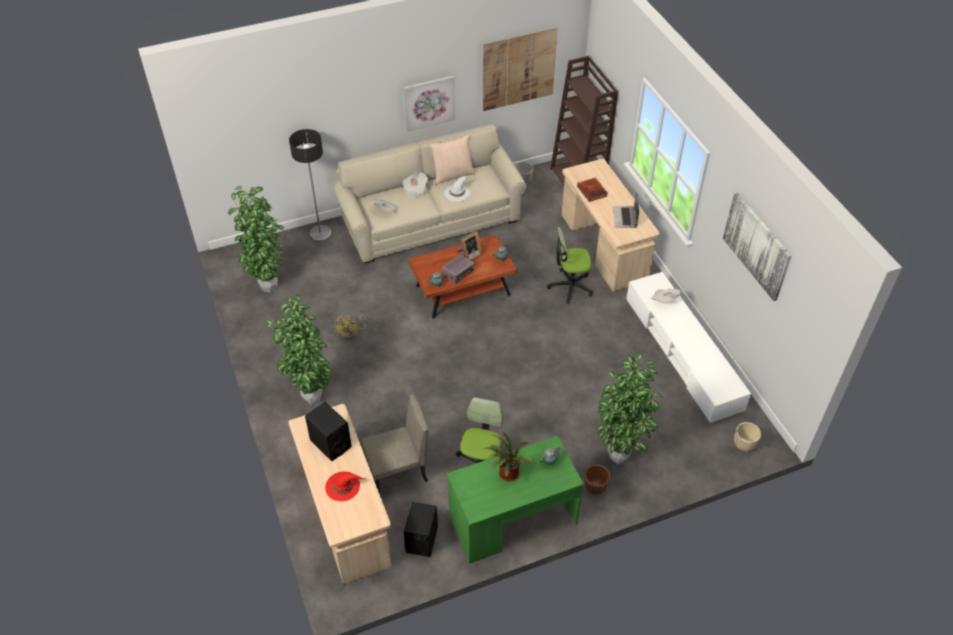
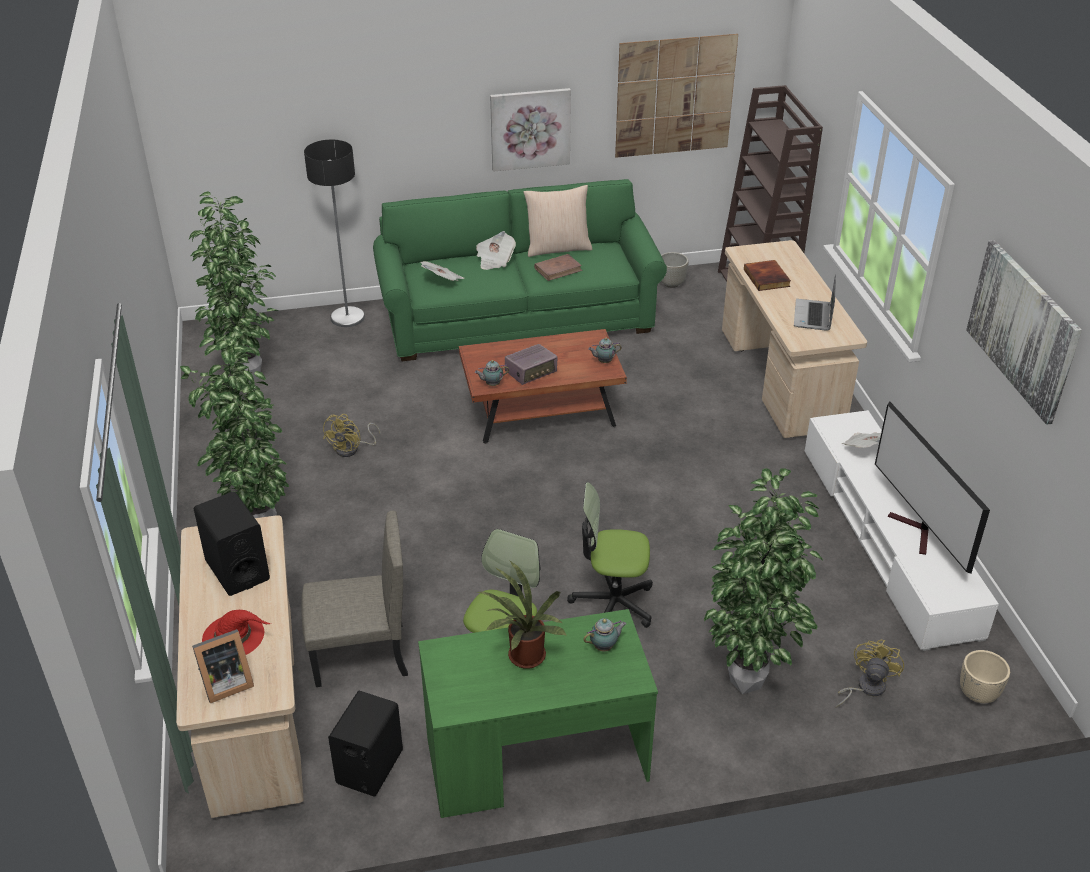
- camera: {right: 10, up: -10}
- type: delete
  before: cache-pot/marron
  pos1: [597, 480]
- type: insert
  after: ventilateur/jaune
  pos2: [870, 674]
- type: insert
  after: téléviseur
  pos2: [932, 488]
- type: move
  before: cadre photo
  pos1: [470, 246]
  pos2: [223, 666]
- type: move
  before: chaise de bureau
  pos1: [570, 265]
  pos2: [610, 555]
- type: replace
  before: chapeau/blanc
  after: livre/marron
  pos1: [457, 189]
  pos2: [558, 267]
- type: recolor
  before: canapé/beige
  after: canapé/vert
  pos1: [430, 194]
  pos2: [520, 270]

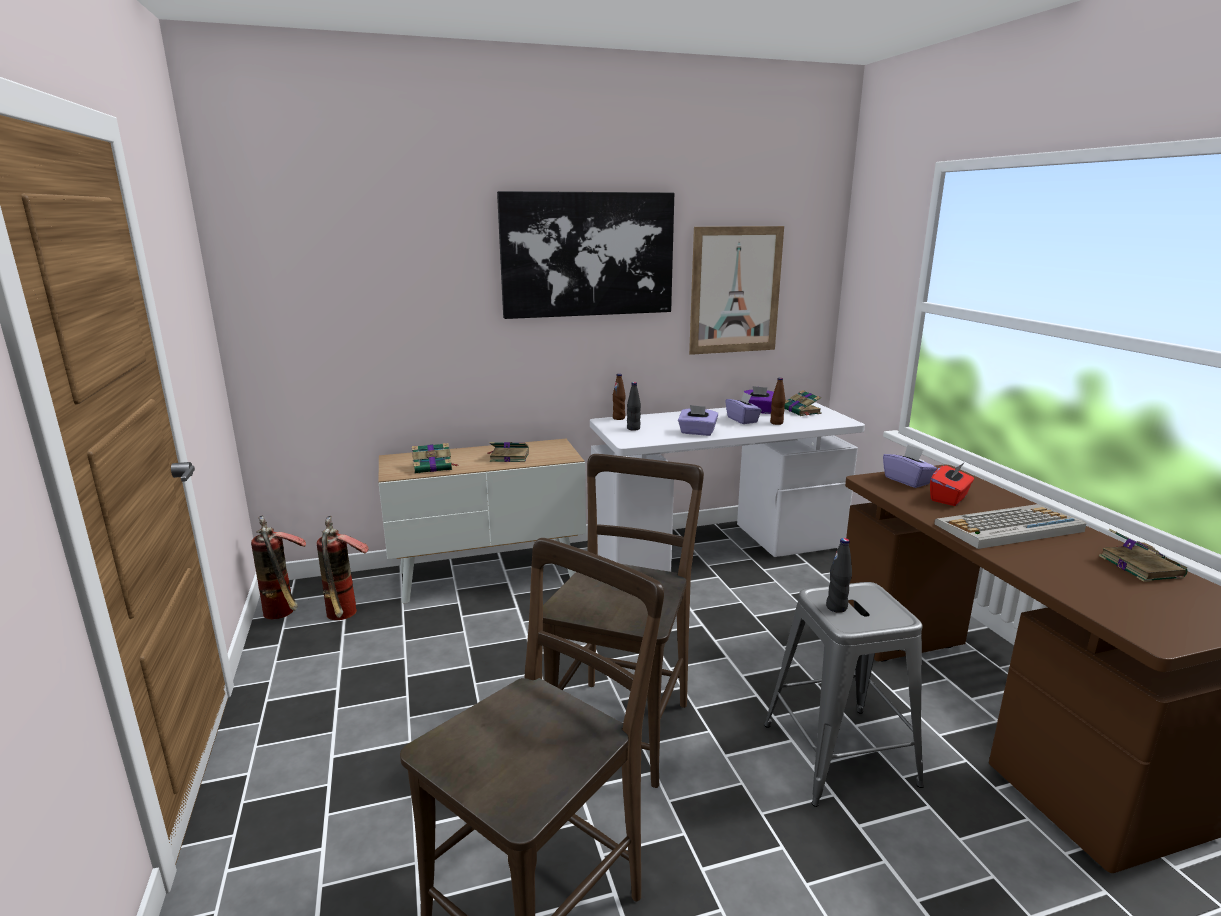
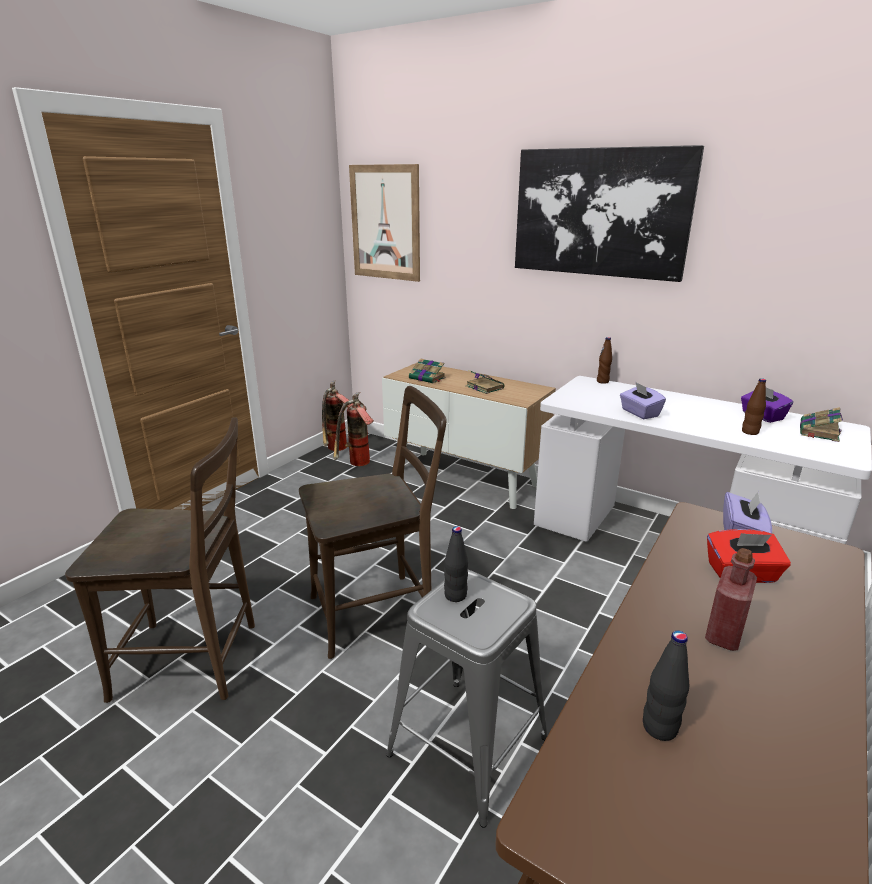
- camera: {right: 50, up: 5}
- type: delete
  before: boîte à mouchoirs/violet
  pos1: [743, 408]
- type: delete
  before: livre
  pos1: [1143, 555]
- type: move
  before: bouteille/noir
  pos1: [634, 406]
  pos2: [666, 685]
- type: move
  before: tableau
  pos1: [736, 290]
  pos2: [384, 223]
- type: replace
  before: clavier
  after: bouteille/rouge
  pos1: [1010, 526]
  pos2: [731, 599]

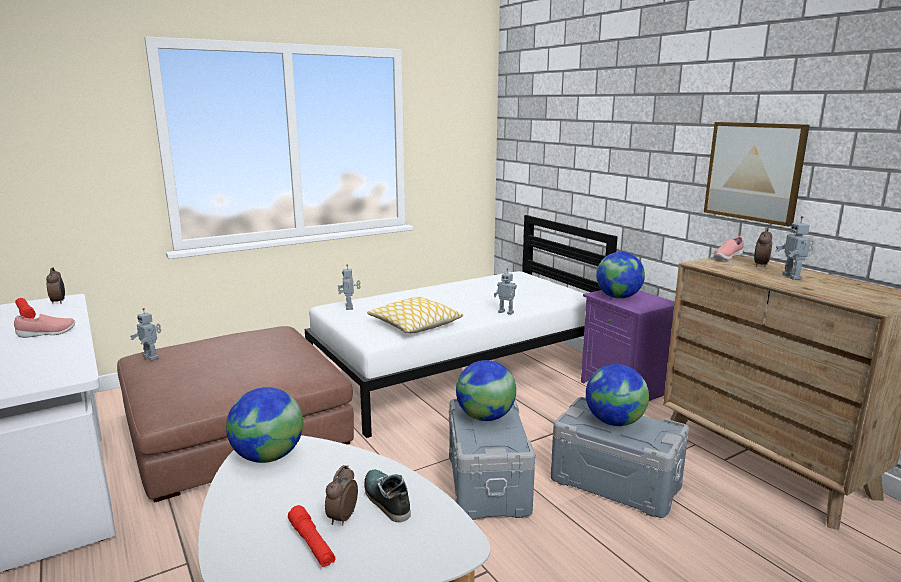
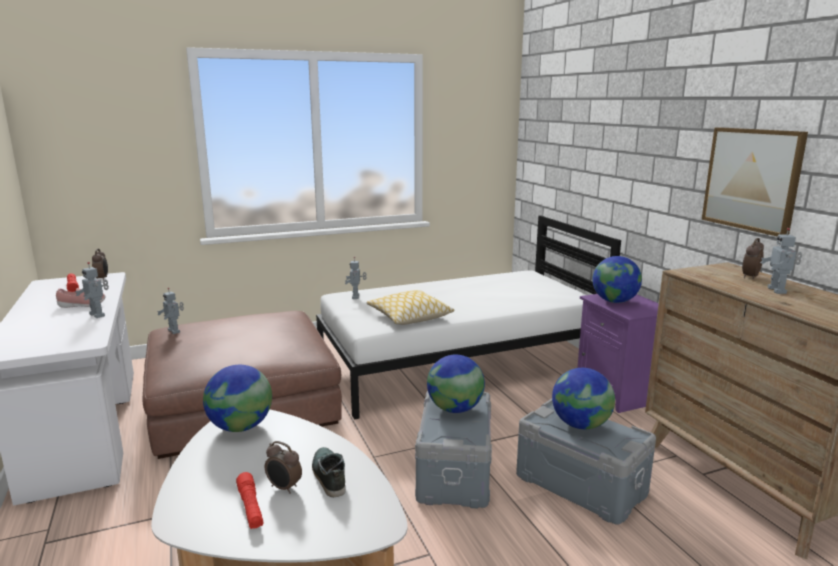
- camera: {right: 10, up: 0}
- type: delete
  before: chaussure/rose
  pos1: [728, 248]
- type: move
  before: robot jouet
  pos1: [505, 292]
  pos2: [92, 290]
- type: rotate
  before: réveil
  pos1: [341, 495]
  pos2: [283, 467]
  turn: -90

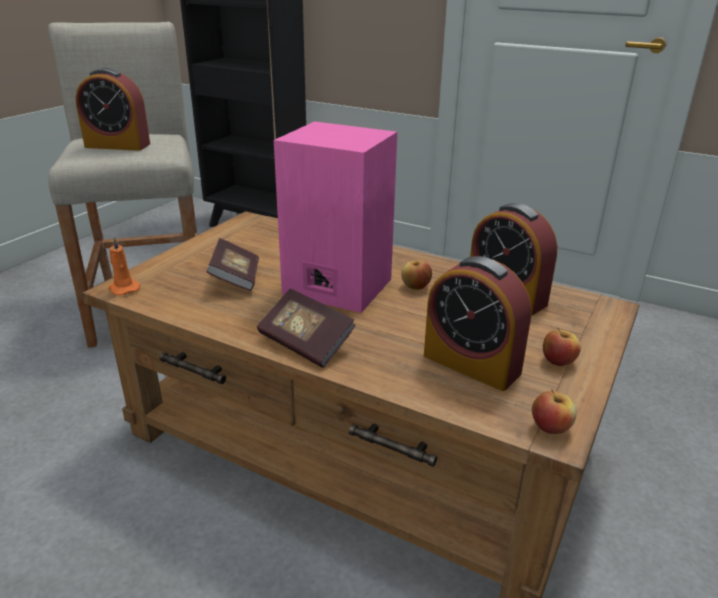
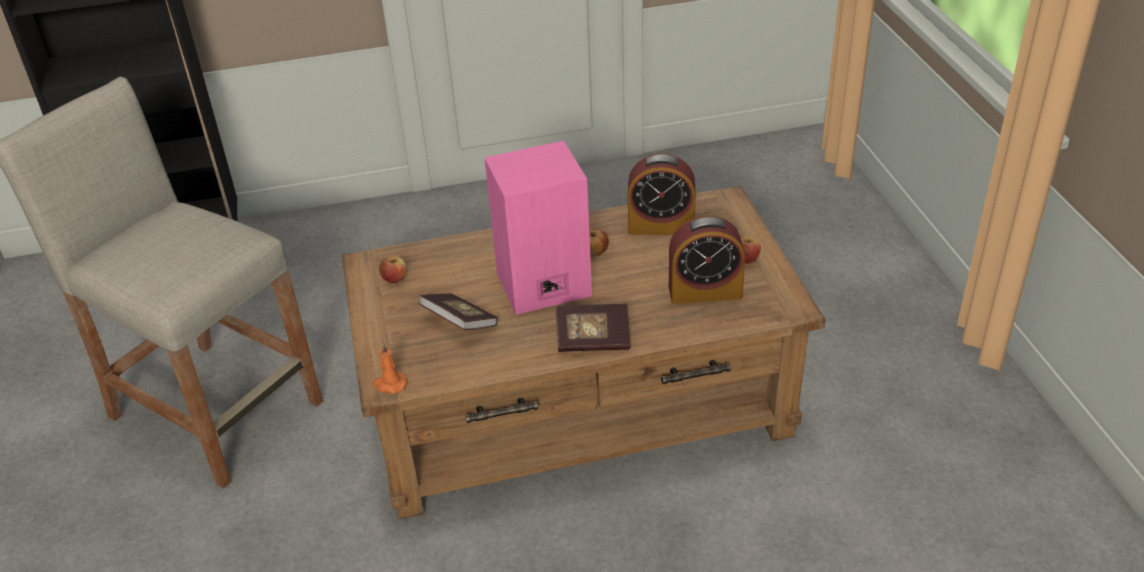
- camera: {right: -40, up: 10}
- type: delete
  before: réveil
  pos1: [112, 109]
- type: move
  before: pomme
  pos1: [554, 412]
  pos2: [393, 269]

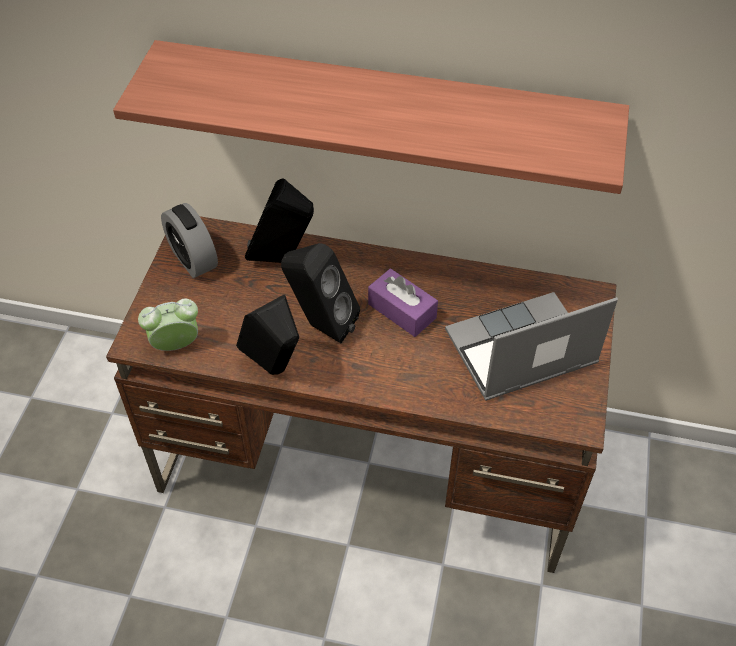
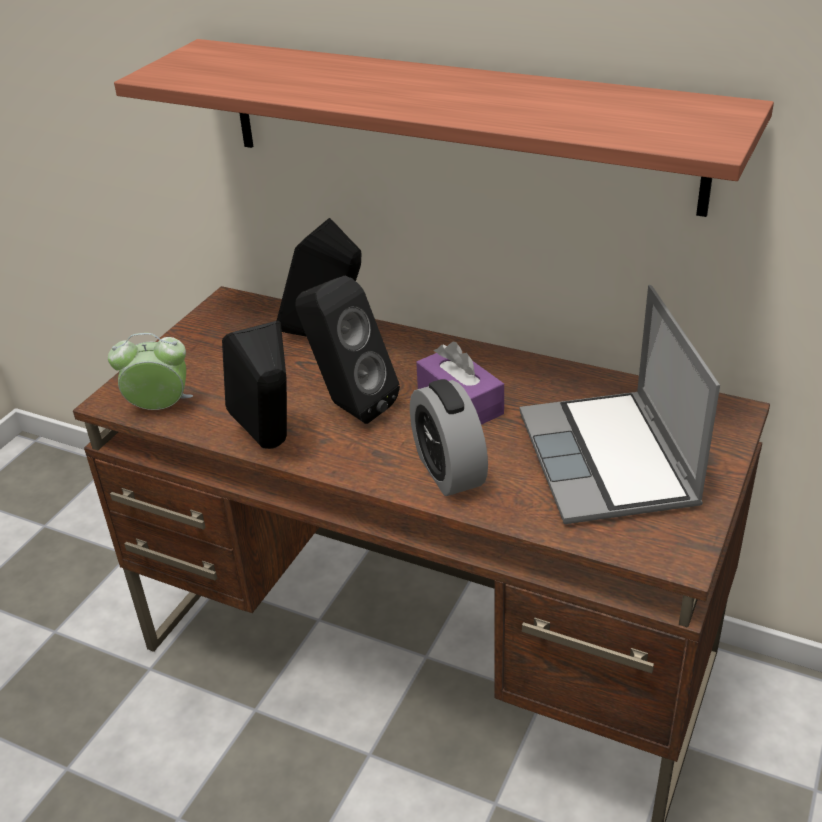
- camera: {right: 15, up: -15}
- type: move
  before: réveil
  pos1: [189, 240]
  pos2: [449, 437]
- type: rotate
  before: ordinateur portable
  pos1: [531, 346]
  pos2: [620, 404]
  turn: -90

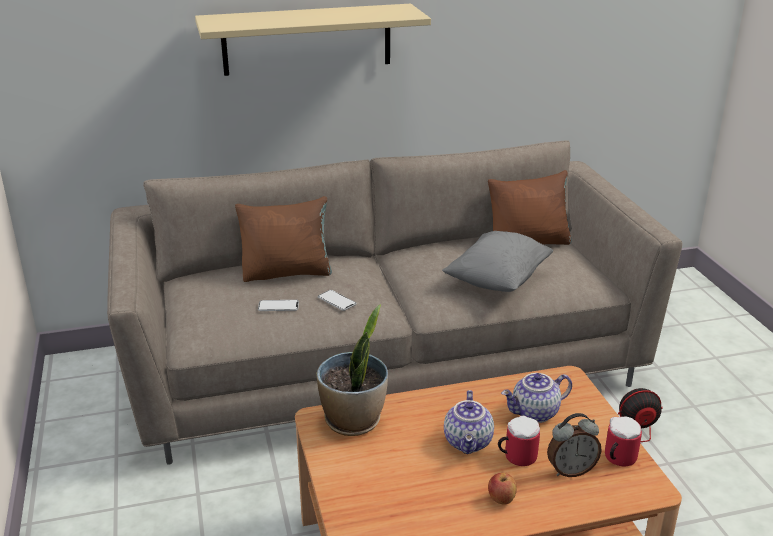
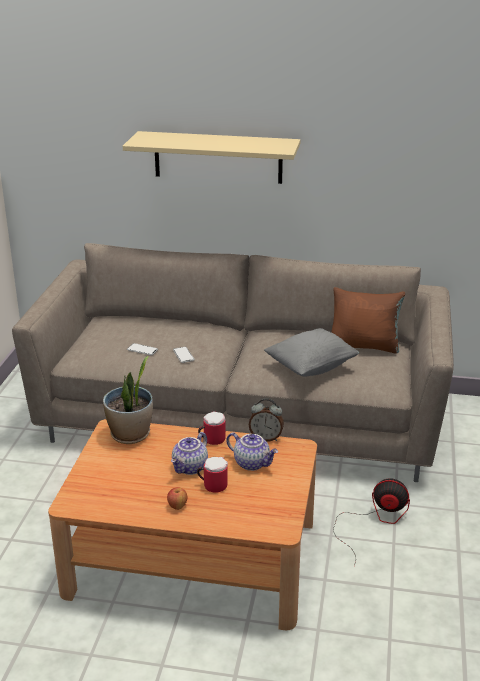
- camera: {right: 25, up: 0}
- type: delete
  before: coussin/marron
  pos1: [283, 239]
- type: move
  before: réveil
  pos1: [574, 445]
  pos2: [266, 419]
- type: move
  before: mug
  pos1: [623, 441]
  pos2: [212, 428]
- type: rotate
  before: théière
  pos1: [536, 398]
  pos2: [252, 452]
  turn: -150

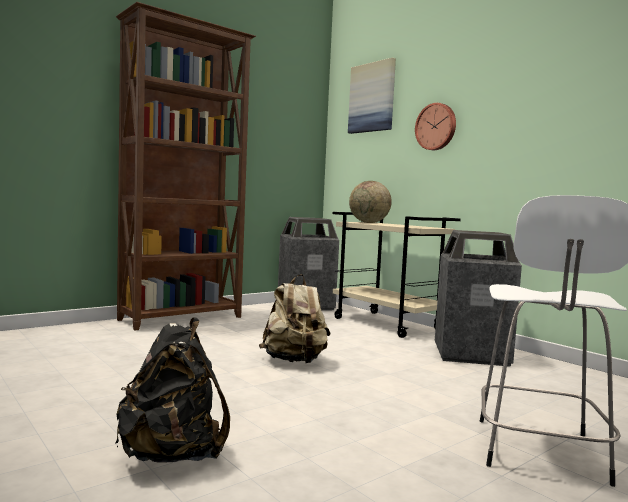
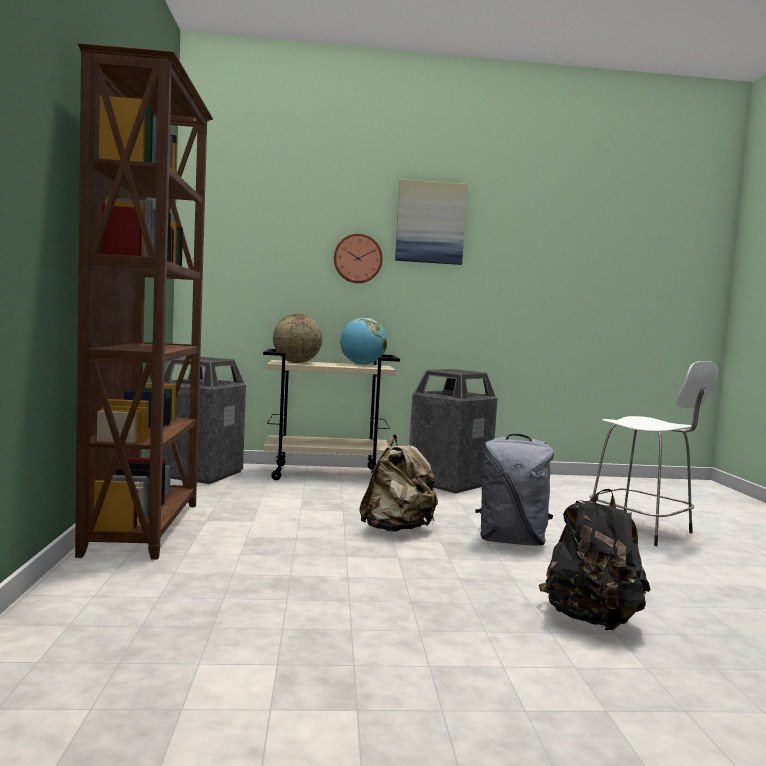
- camera: {right: -55, up: 0}
- type: insert
  after: globe
  pos2: [363, 341]
- type: insert
  after: sac à dos/gris
  pos2: [514, 490]
- type: move
  before: tableau
  pos1: [372, 95]
  pos2: [431, 222]

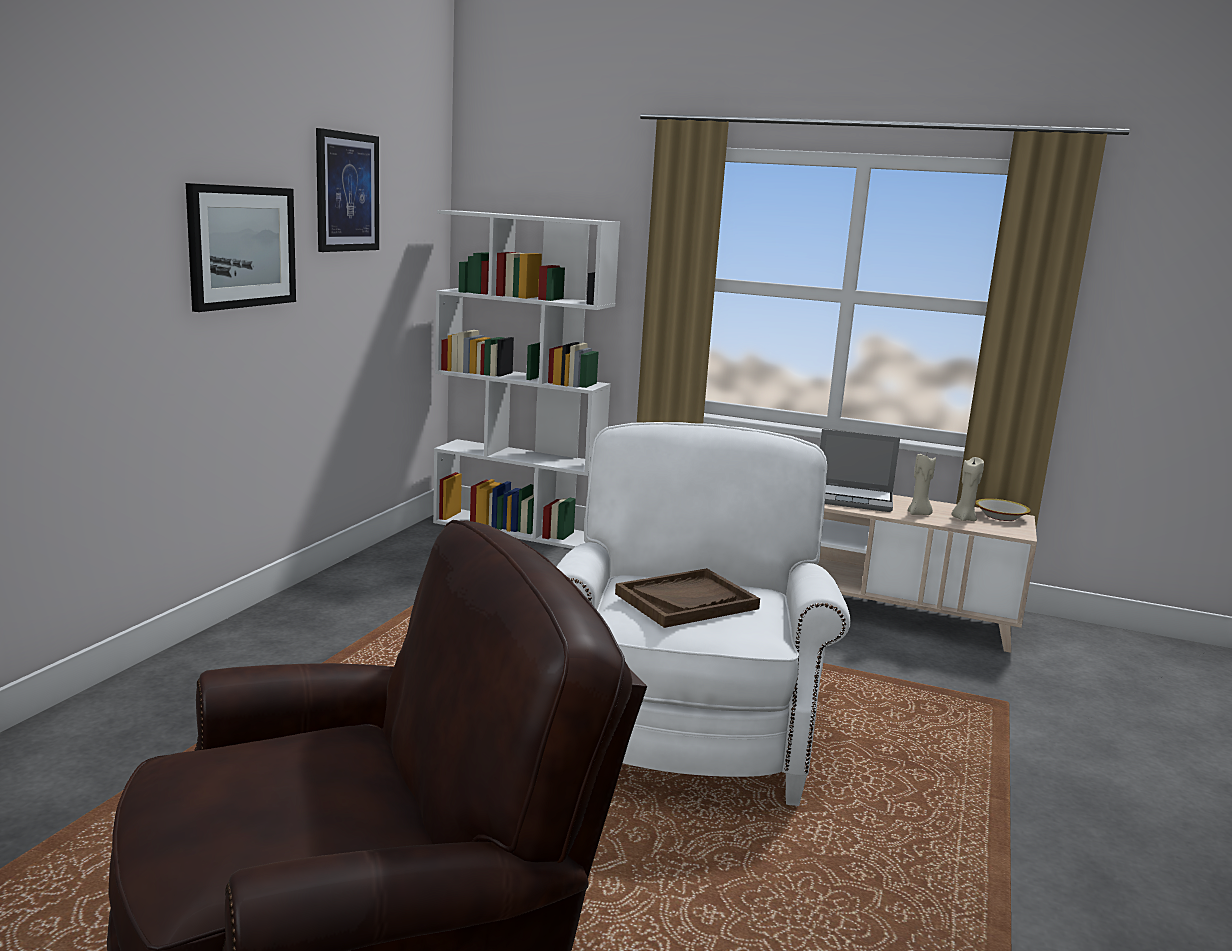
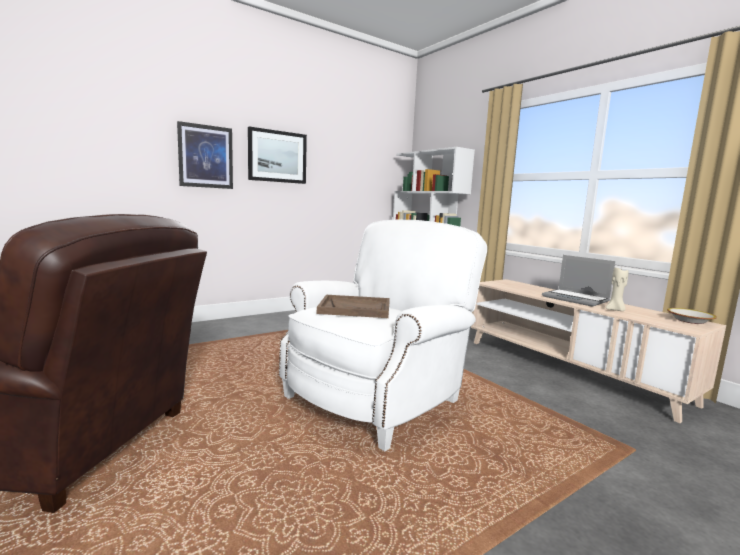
- camera: {right: 35, up: -5}
- type: delete
  before: bougie/beige
  pos1: [968, 489]
- type: move
  before: tableau
  pos1: [347, 190]
  pos2: [205, 155]

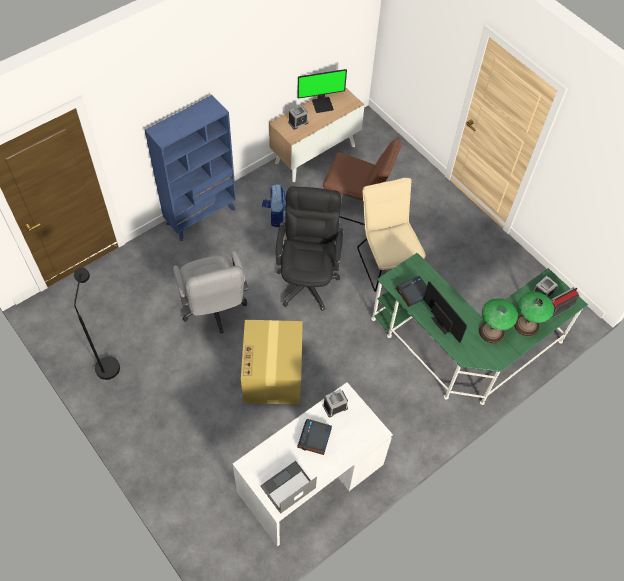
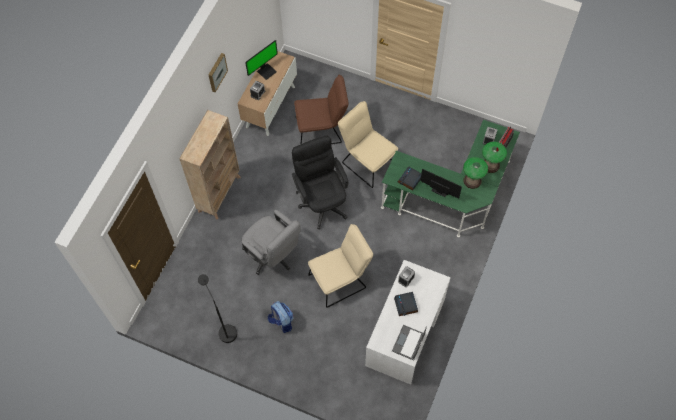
- camera: {right: -25, up: 5}
- type: insert
  after: tableau
  pos2: [218, 73]
- type: move
  before: sac à dos
  pos1: [274, 205]
  pos2: [281, 317]
- type: replace
  before: carton
  after: chaise/beige
  pos1: [272, 362]
  pos2: [340, 266]
- type: recolor
  before: bibliothèque/bleu
  after: bibliothèque/beige
  pos1: [190, 168]
  pos2: [210, 165]

